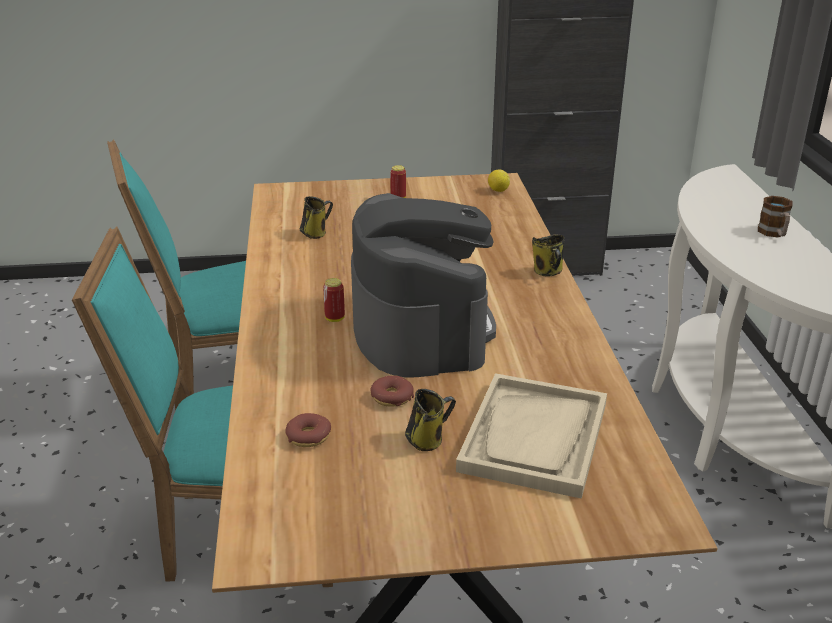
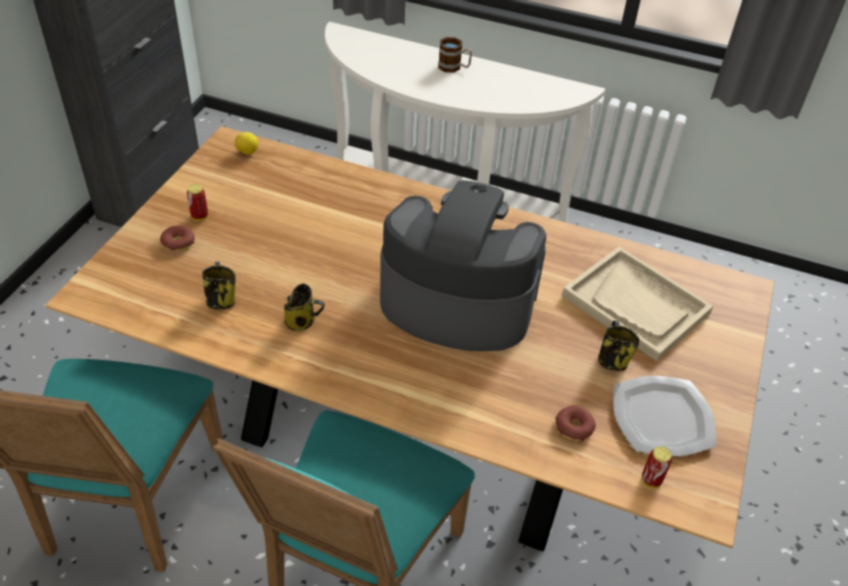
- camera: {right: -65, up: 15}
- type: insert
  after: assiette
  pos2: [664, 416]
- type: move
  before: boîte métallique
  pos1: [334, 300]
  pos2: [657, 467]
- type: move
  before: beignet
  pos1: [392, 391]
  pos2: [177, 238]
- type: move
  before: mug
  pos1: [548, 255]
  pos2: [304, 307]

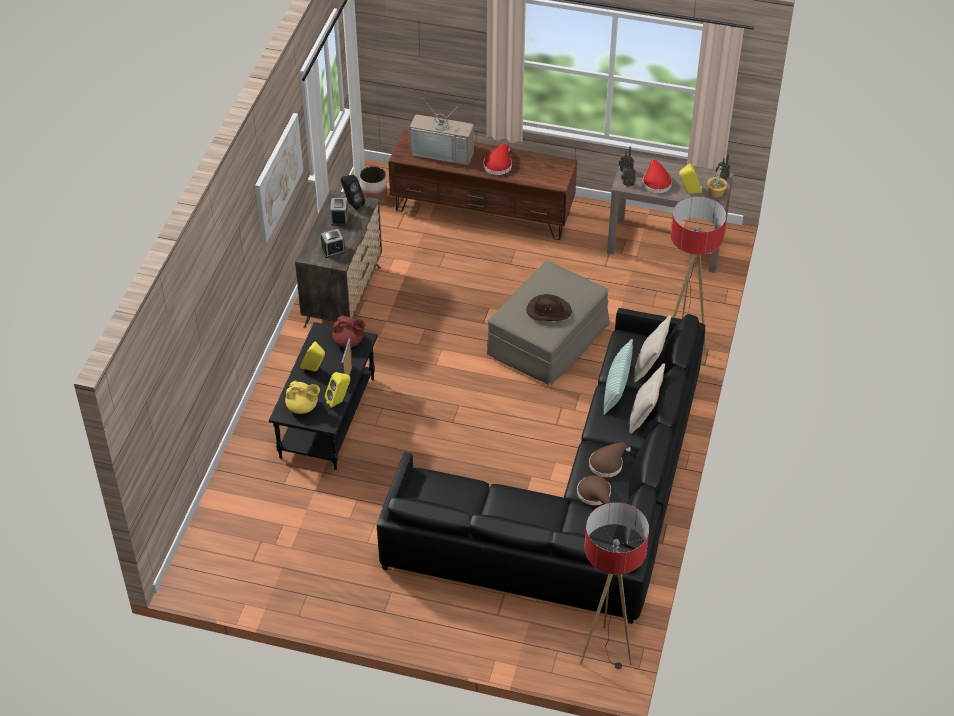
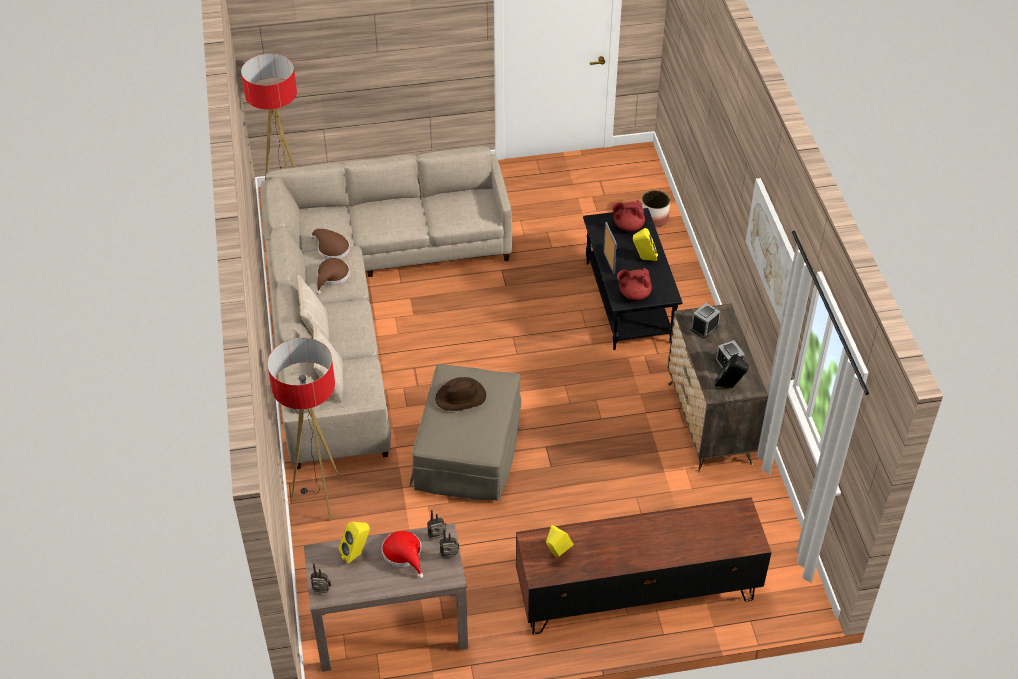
- camera: {right: 155, up: 0}
- type: delete
  before: téléviseur
  pos1: [442, 132]
- type: delete
  before: chapeau/rouge
  pos1: [497, 159]
- type: delete
  before: coussin
  pos1: [618, 377]
- type: delete
  before: plante en pot
  pos1: [717, 181]
- type: move
  before: enceinte/jaune
  pos1: [337, 390]
  pos2: [560, 541]
- type: move
  before: cache-pot
  pos1: [373, 183]
  pos2: [655, 208]
- type: recolor
  before: théière/jaune
  after: théière/rouge
  pos1: [302, 397]
  pos2: [628, 215]
- type: recolor
  before: canapé/noir
  after: canapé/beige
  pos1: [541, 466]
  pos2: [386, 307]

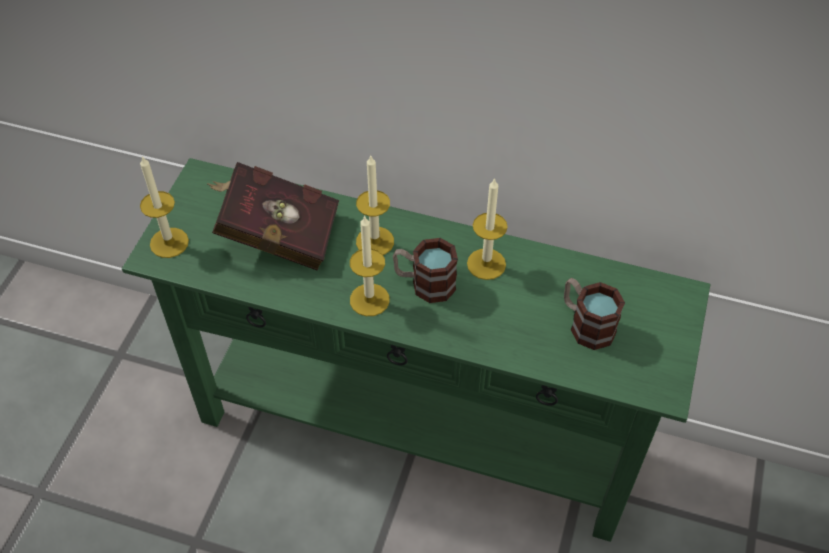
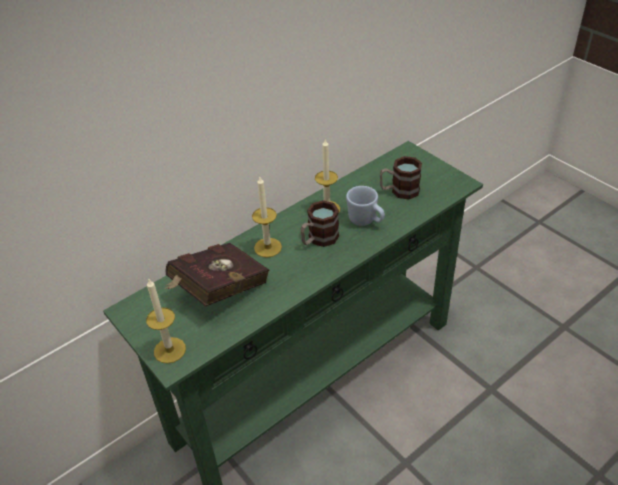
- camera: {right: -55, up: -10}
- type: delete
  before: bougie
  pos1: [370, 265]
- type: insert
  after: mug/bleu
  pos2: [365, 206]

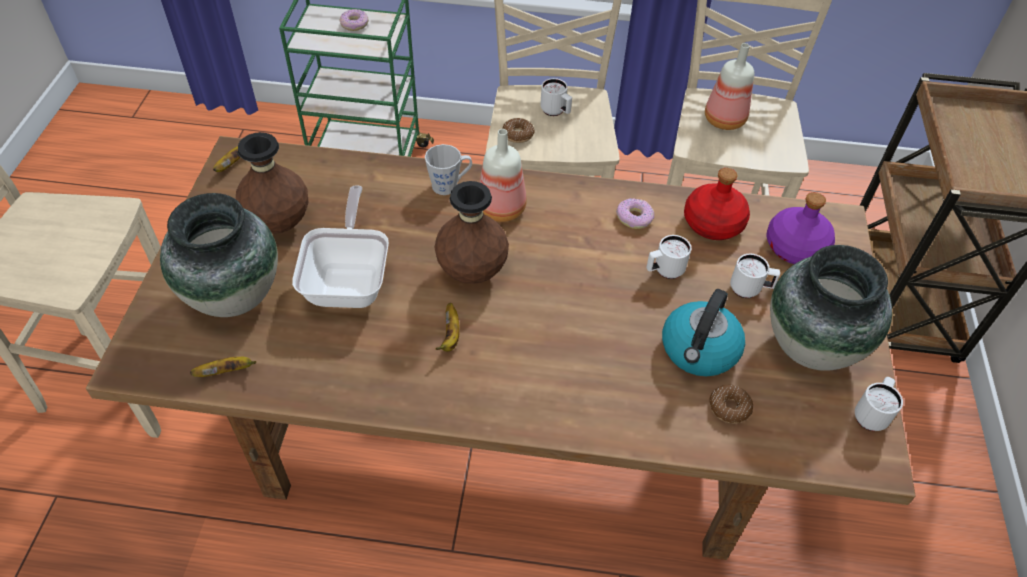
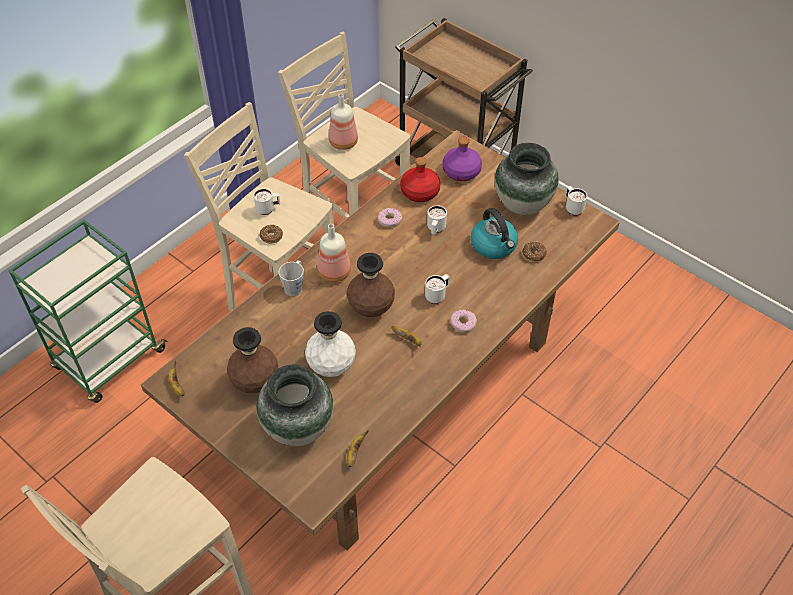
- camera: {right: -55, up: 0}
- type: move
  before: beignet
  pos1: [354, 20]
  pos2: [464, 321]
- type: move
  before: mug/blanc
  pos1: [755, 276]
  pos2: [437, 289]
- type: replace
  before: poêle
  after: vase/blanc
  pos1: [340, 247]
  pos2: [330, 344]

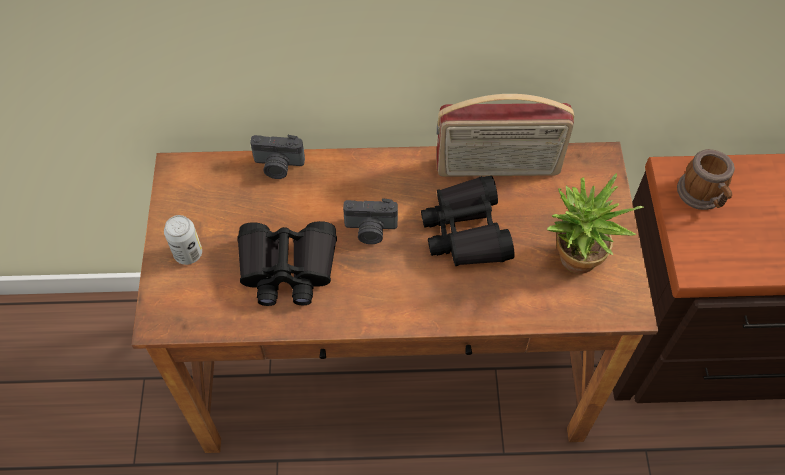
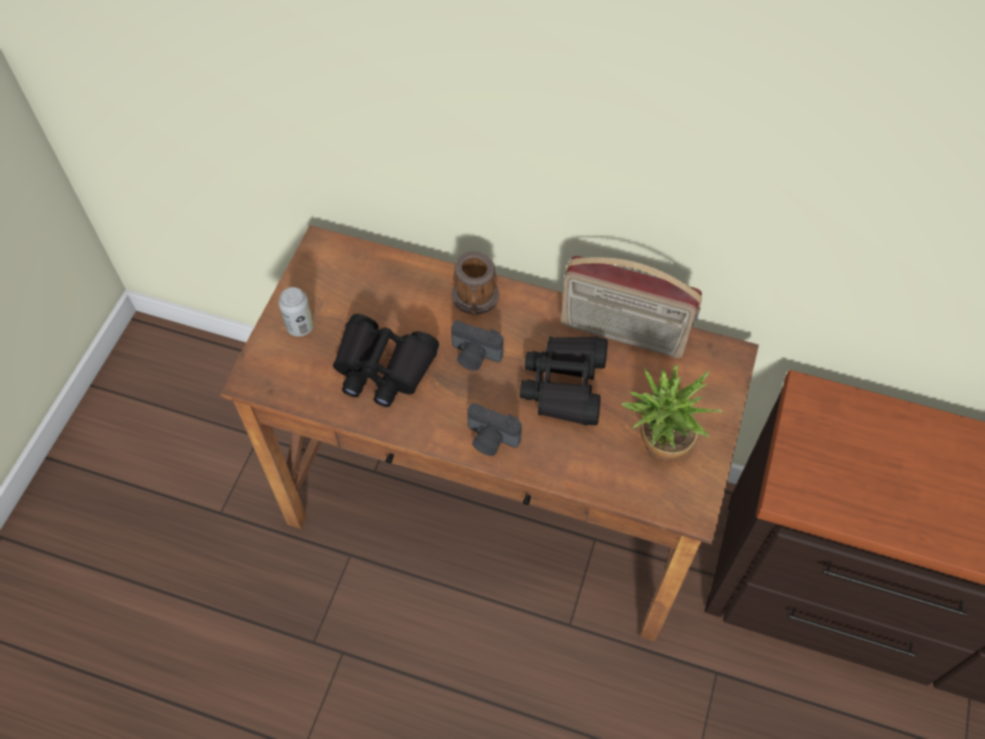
- camera: {right: 20, up: 0}
- type: move
  before: appareil photo
  pos1: [277, 157]
  pos2: [494, 429]
- type: move
  before: mug
  pos1: [706, 179]
  pos2: [475, 283]

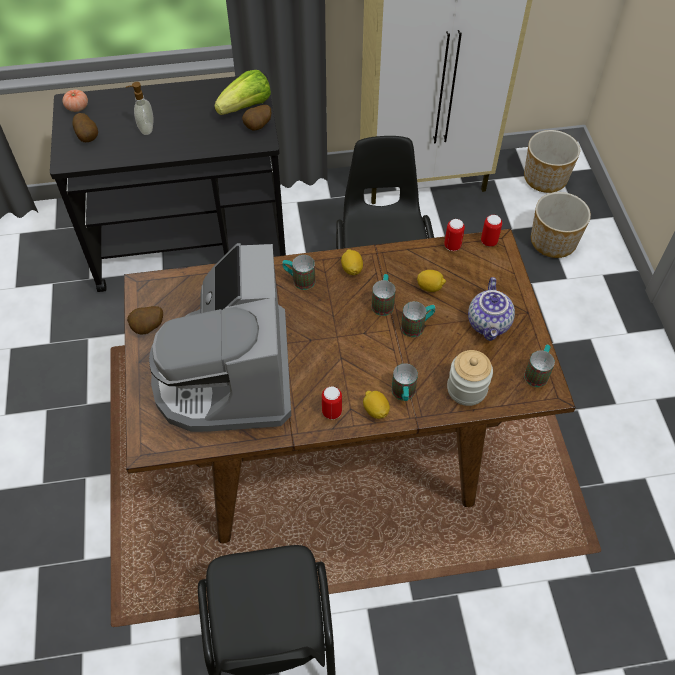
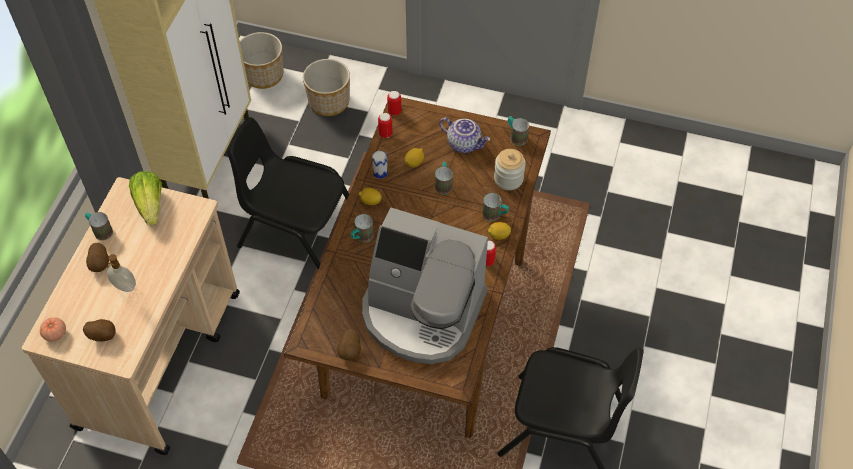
- camera: {right: -65, up: 0}
- type: insert
  after: boîte métallique
  pos2: [380, 165]
- type: move
  before: pomme de terre
  pos1: [256, 118]
  pos2: [97, 257]
- type: move
  before: mug
  pos1: [383, 295]
  pos2: [99, 226]
- type: recolor
  before: chariot/noir
  after: chariot/beige
  pos1: [168, 183]
  pos2: [131, 316]

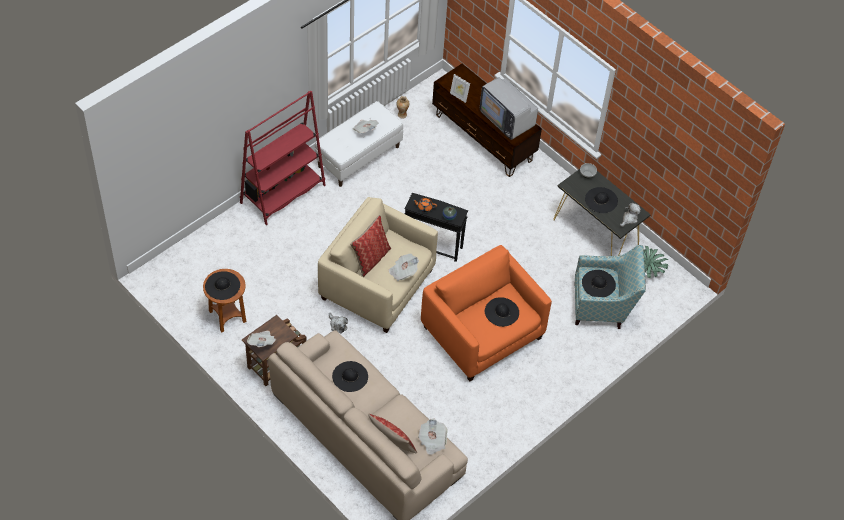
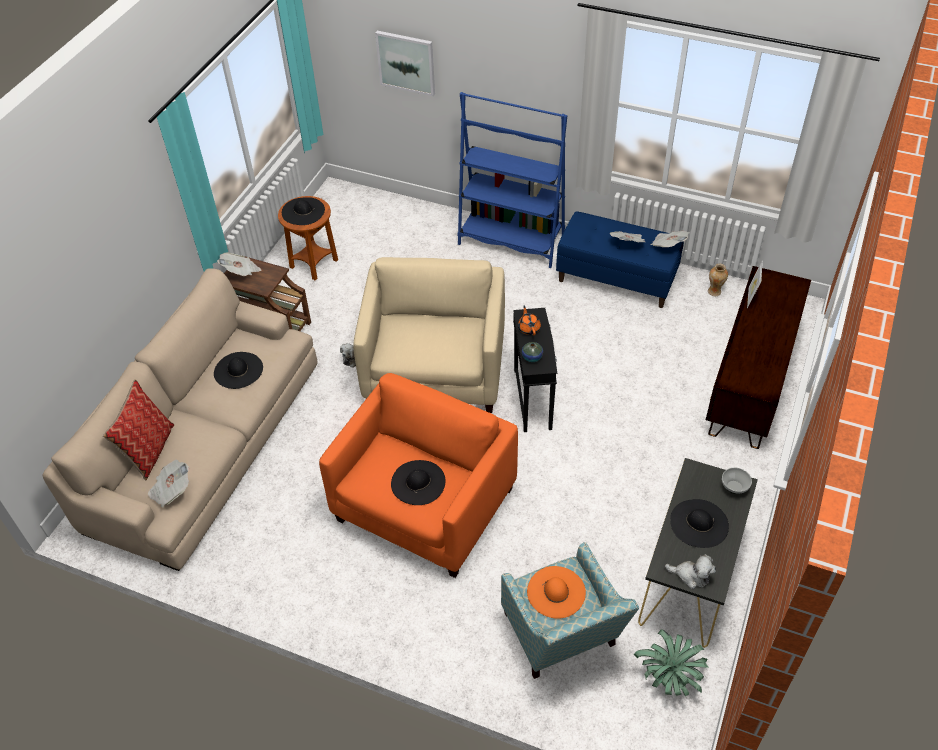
- camera: {right: 70, up: -5}
- type: delete
  before: coussin
  pos1: [370, 246]
- type: delete
  before: téléviseur
  pos1: [509, 108]
- type: insert
  after: tableau
  pos2: [405, 63]
- type: move
  before: journal
  pos1: [403, 267]
  pos2: [670, 239]
- type: recolor
  before: bibliothèque/rouge
  after: bibliothèque/bleu
  pos1: [283, 157]
  pos2: [513, 180]
- type: recolor
  before: banc/blanc
  after: banc/bleu
  pos1: [359, 144]
  pos2: [620, 259]
- type: recolor
  before: chapeau/noir
  after: chapeau/orange
  pos1: [599, 283]
  pos2: [556, 592]

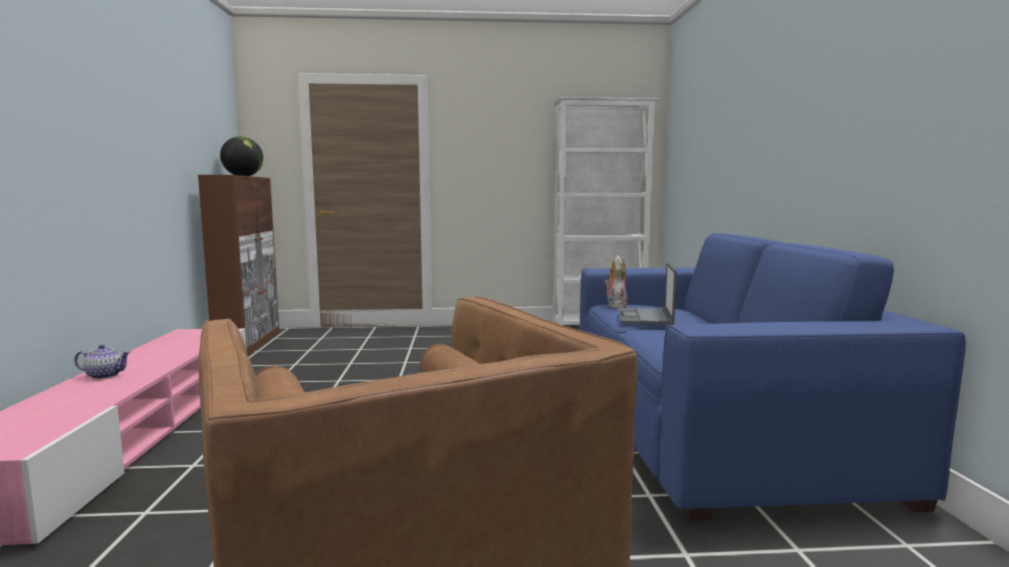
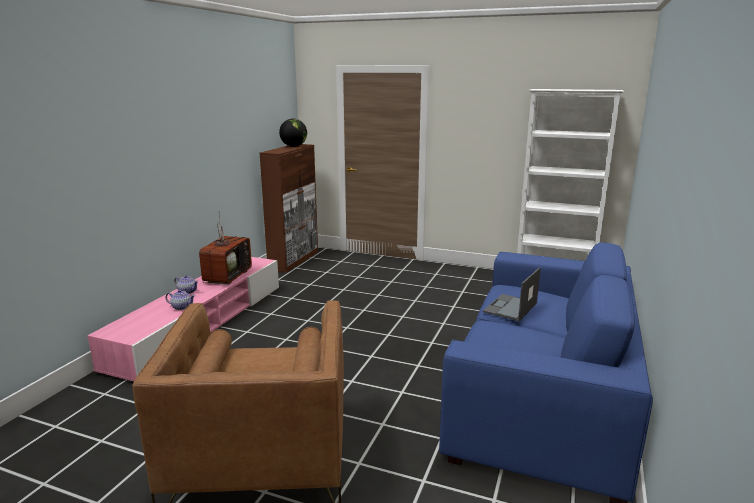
- camera: {right: 25, up: 10}
- type: delete
  before: peluche
  pos1: [616, 281]
- type: insert
  after: théière
  pos2: [180, 300]
- type: insert
  after: téléviseur
  pos2: [225, 250]

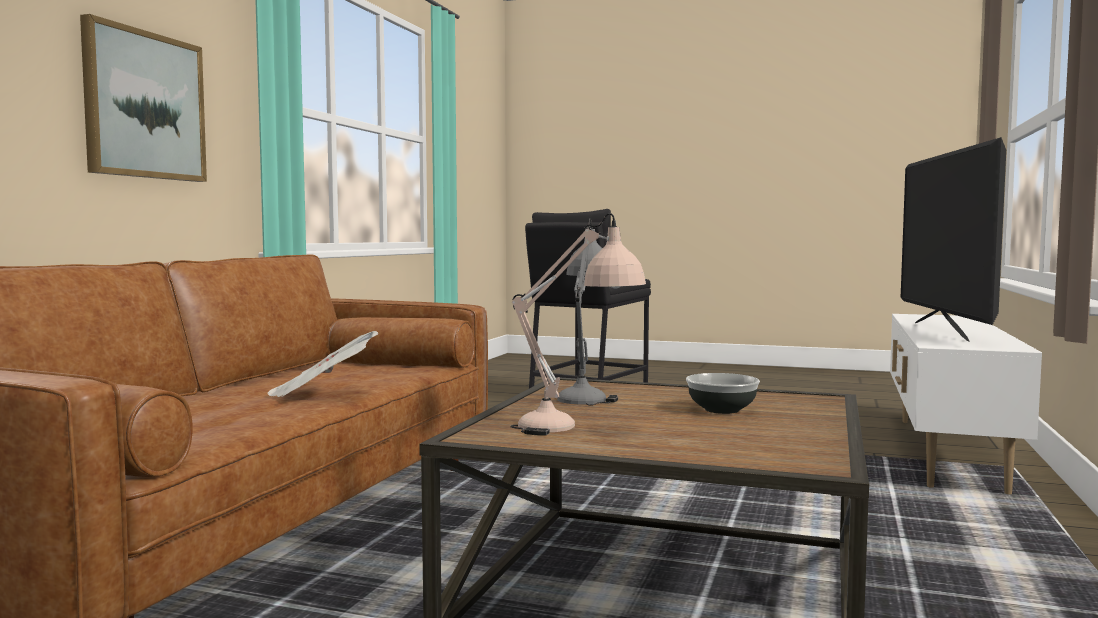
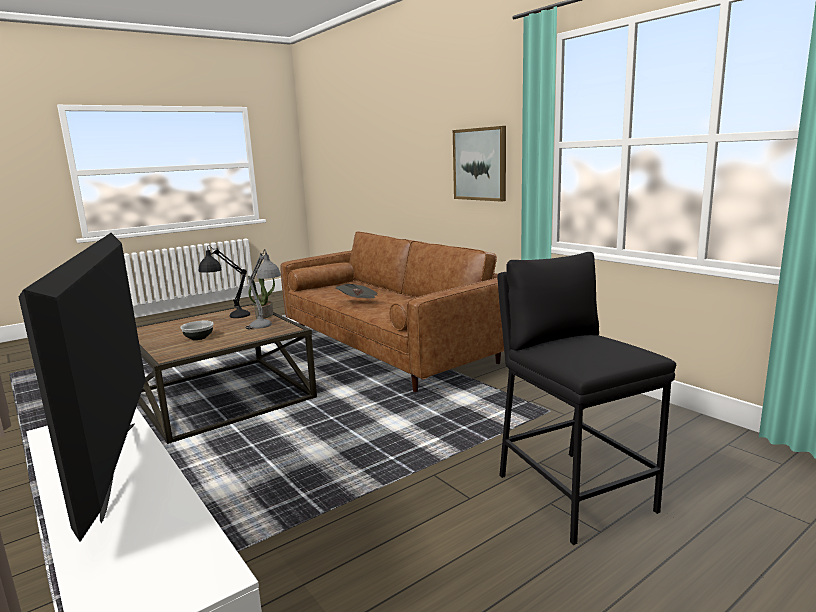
- camera: {right: 125, up: 10}
- type: insert
  after: plante en pot
  pos2: [261, 297]
- type: recolor
  before: lampe de table/beige
  after: lampe de table/noir
  pos1: [578, 324]
  pos2: [224, 281]
- type: rotate
  before: téléviseur
  pos1: [953, 239]
  pos2: [82, 387]
  turn: -150

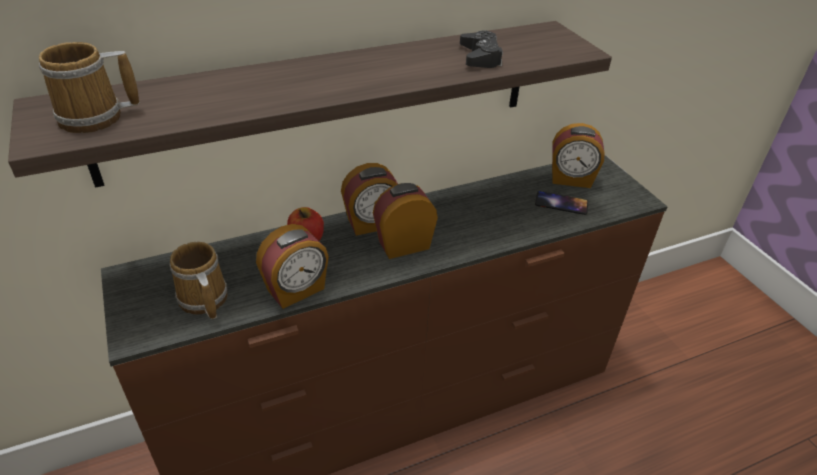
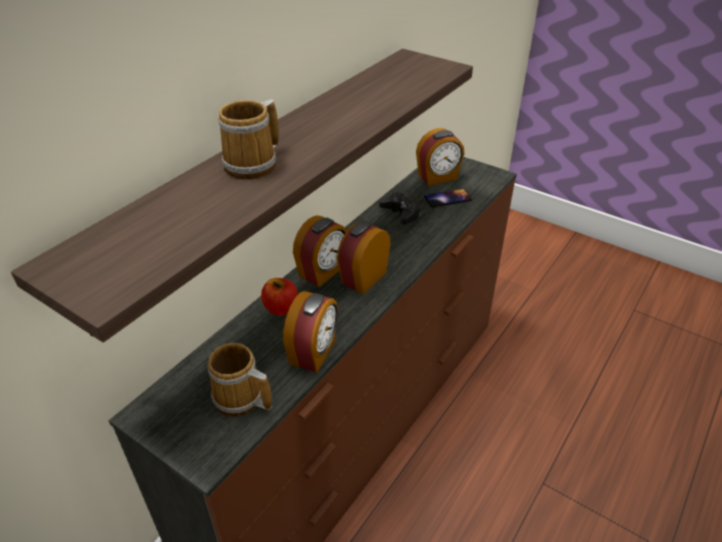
- camera: {right: -30, up: 0}
- type: move
  before: mug
  pos1: [89, 87]
  pos2: [248, 139]
- type: move
  before: manette/noir
  pos1: [481, 49]
  pos2: [399, 208]

